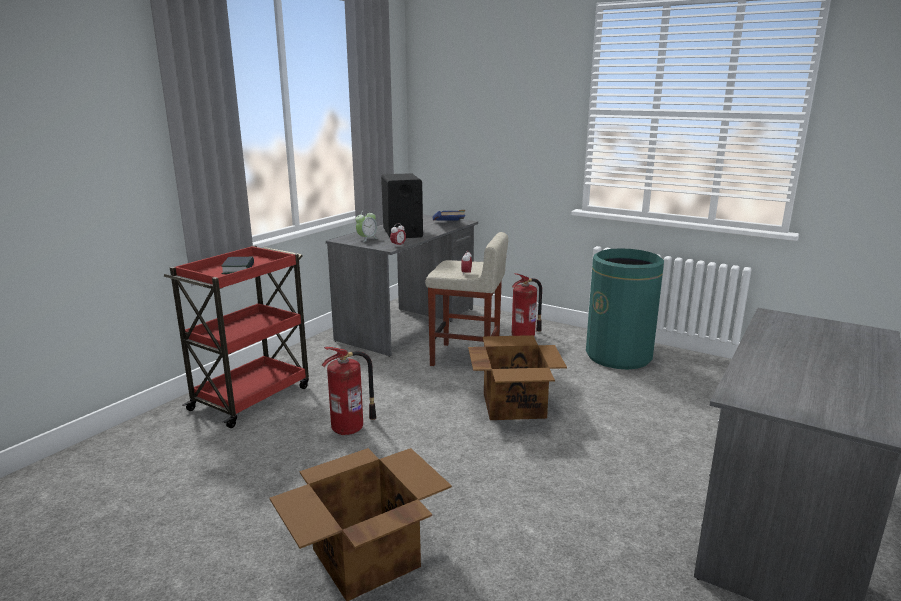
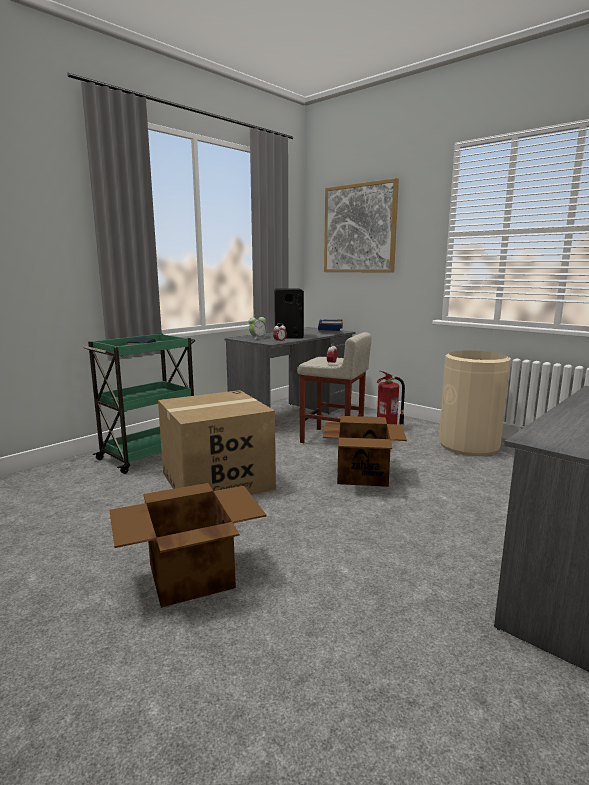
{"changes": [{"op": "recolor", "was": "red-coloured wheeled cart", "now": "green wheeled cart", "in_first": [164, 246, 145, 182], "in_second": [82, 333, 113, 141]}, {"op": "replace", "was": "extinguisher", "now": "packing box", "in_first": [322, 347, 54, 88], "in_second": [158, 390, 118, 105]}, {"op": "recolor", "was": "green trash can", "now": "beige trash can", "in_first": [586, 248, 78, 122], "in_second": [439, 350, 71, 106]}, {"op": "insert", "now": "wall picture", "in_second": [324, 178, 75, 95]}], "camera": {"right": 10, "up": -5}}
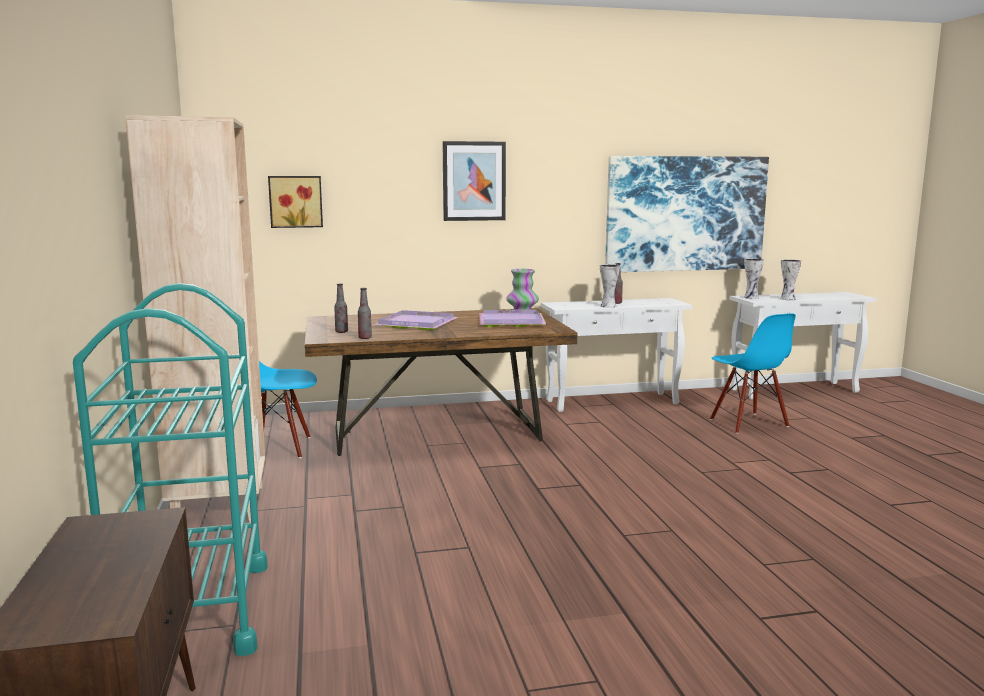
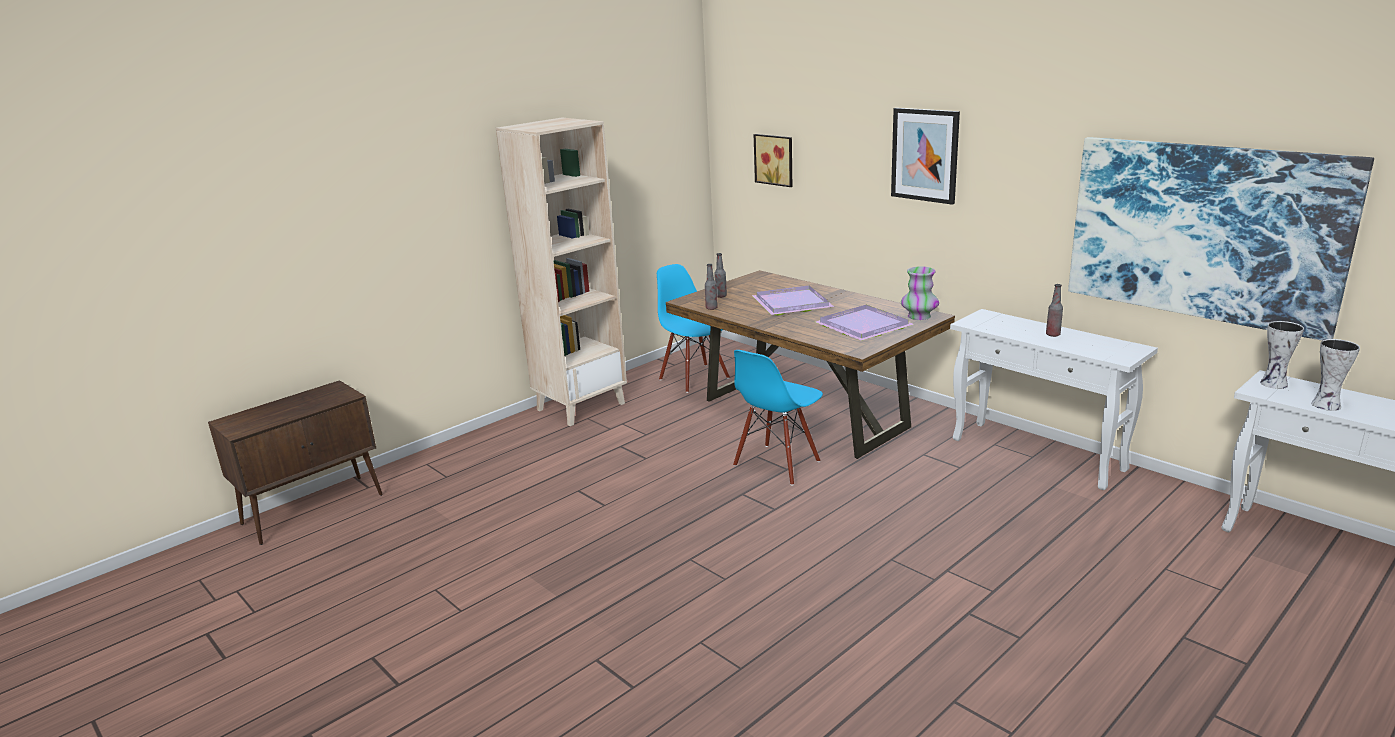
{"changes": [{"op": "delete", "was": "turquoise-coloured wheeled cart", "in_first": [73, 283, 195, 373]}, {"op": "delete", "was": "flower vase", "in_first": [600, 264, 20, 44]}, {"op": "move", "was": "bluish chair", "in_first": [710, 313, 86, 121], "in_second": [733, 350, 90, 136]}], "camera": {"right": 60, "up": 10}}
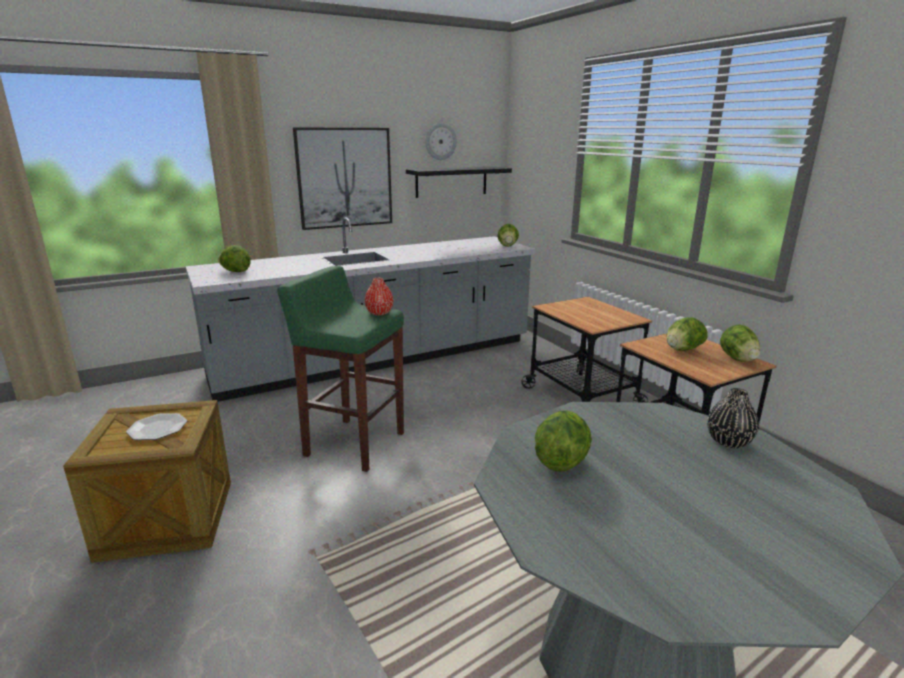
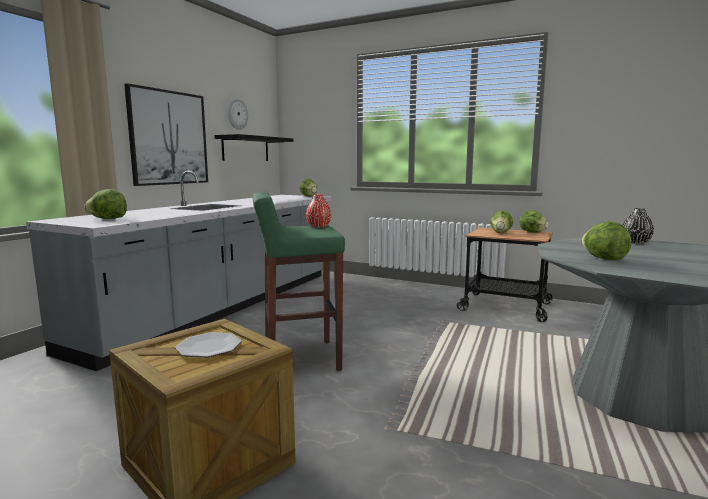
{"changes": [{"op": "delete", "was": "wheeled cart", "in_first": [522, 297, 130, 106]}], "camera": {"right": -35, "up": -10}}
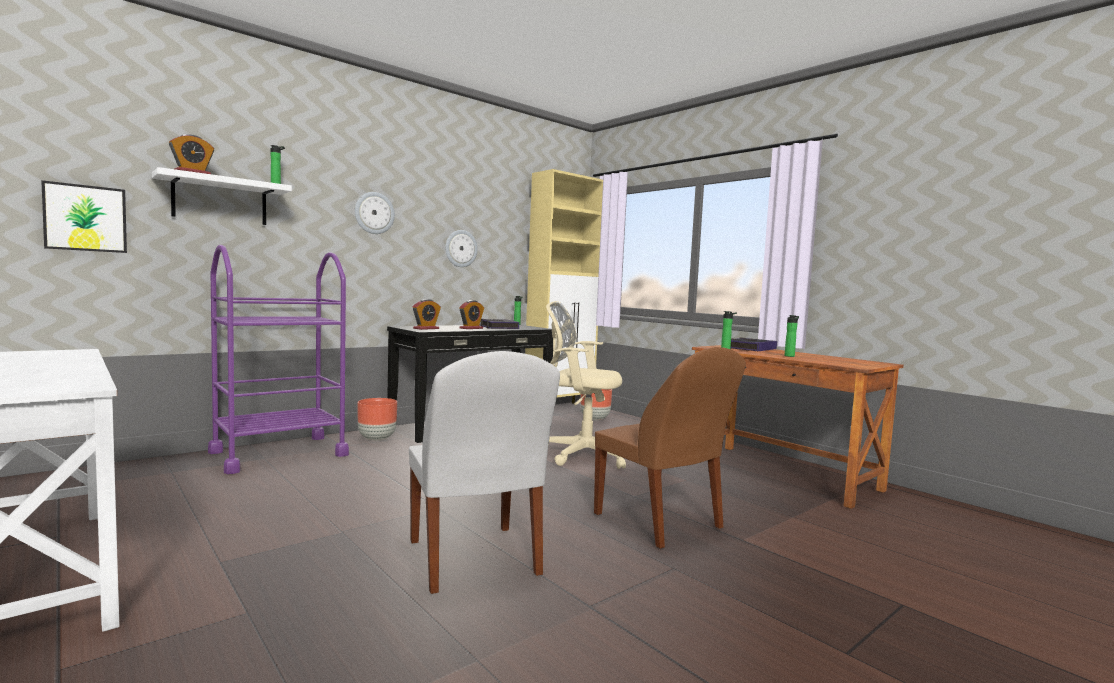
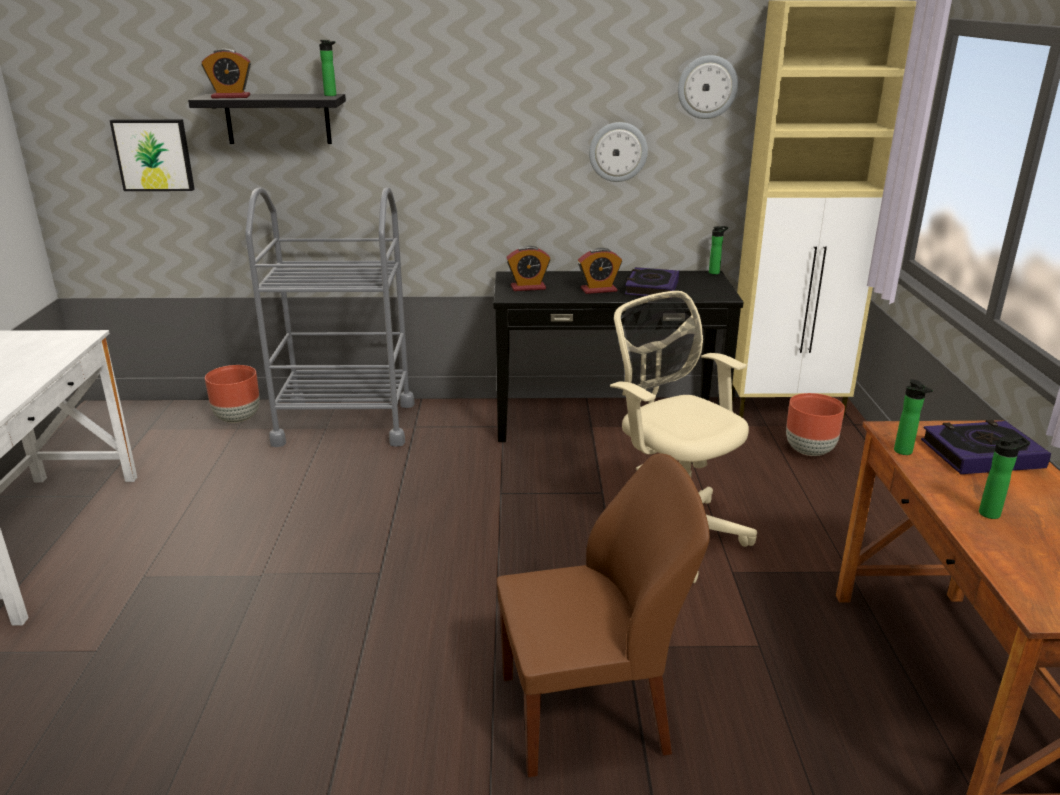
{"changes": [{"op": "recolor", "was": "whitish wall shelf", "now": "blackish wall shelf", "in_first": [152, 167, 140, 58], "in_second": [188, 94, 158, 50]}, {"op": "recolor", "was": "purple wheeled cart", "now": "greyish wheeled cart", "in_first": [208, 245, 141, 229], "in_second": [245, 187, 170, 260]}, {"op": "move", "was": "clock on the wall", "in_first": [355, 192, 40, 42], "in_second": [678, 55, 60, 64]}, {"op": "move", "was": "brown flower pot", "in_first": [358, 398, 39, 43], "in_second": [205, 365, 55, 58]}, {"op": "delete", "was": "whitish chair", "in_first": [409, 351, 151, 243]}, {"op": "rotate", "was": "brown chair", "in_first": [594, 347, 152, 202], "in_second": [497, 453, 213, 324], "clockwise": -105}], "camera": {"right": 40, "up": 20}}
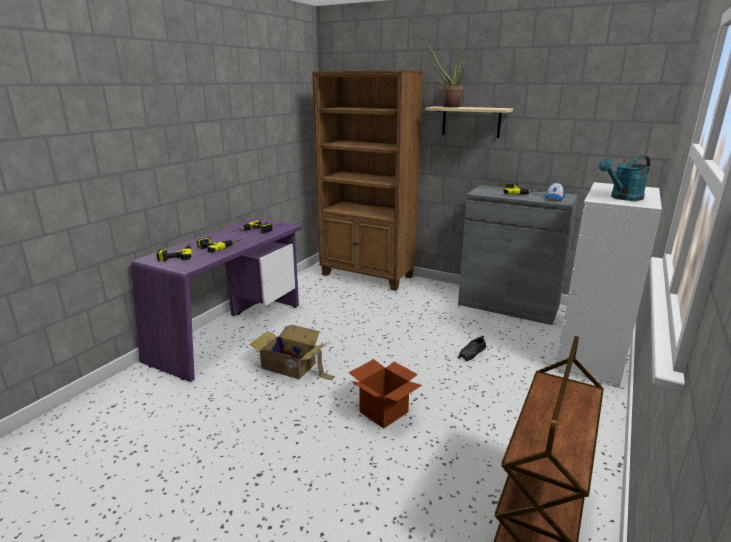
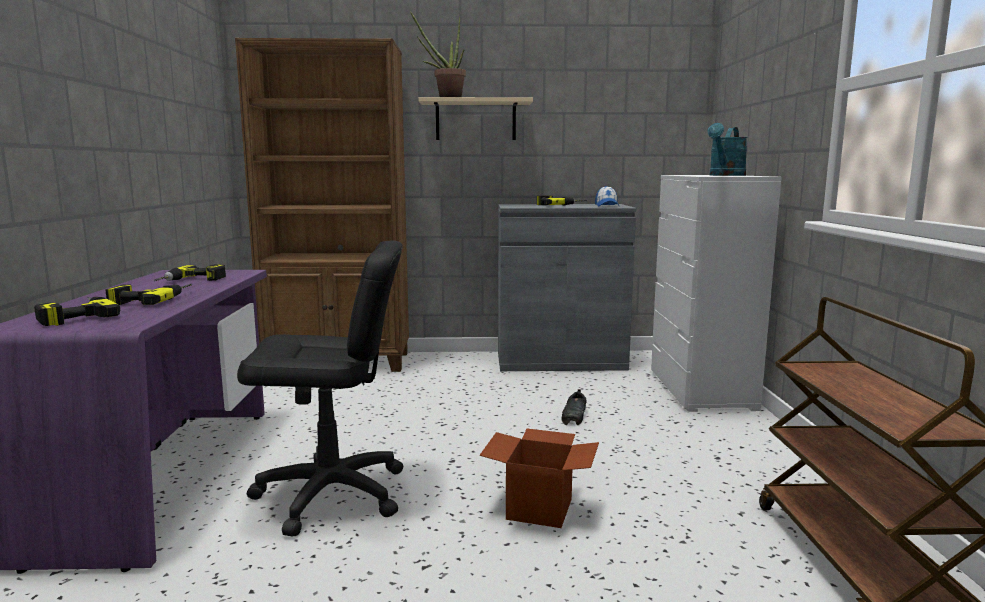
{"changes": [{"op": "replace", "was": "packing box", "now": "blackish office chair", "in_first": [249, 325, 86, 56], "in_second": [237, 240, 166, 297]}], "camera": {"right": -30, "up": -10}}
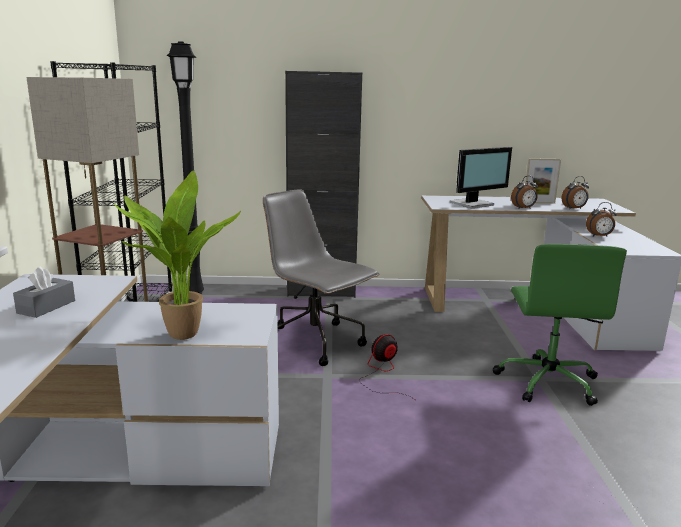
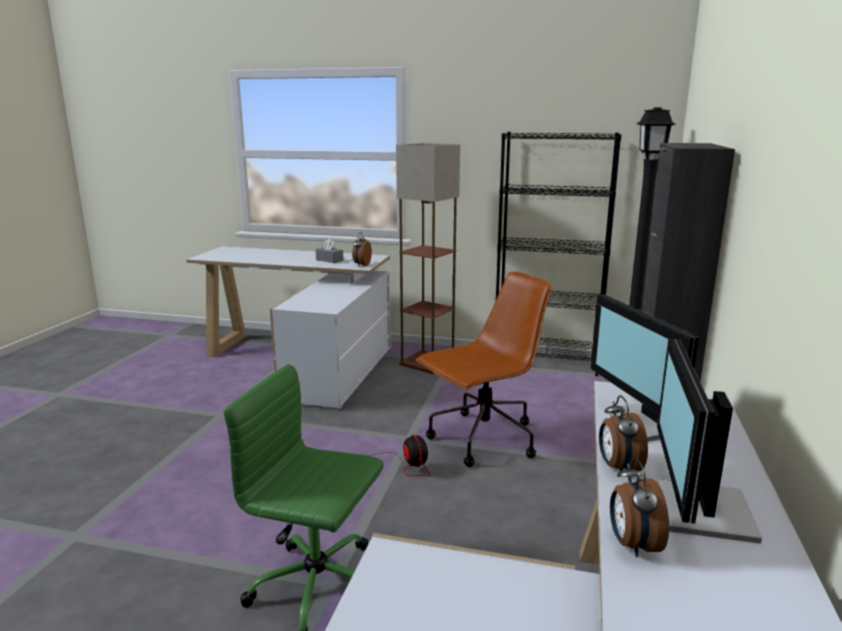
{"changes": [{"op": "delete", "was": "houseplant", "in_first": [114, 171, 127, 169]}, {"op": "recolor", "was": "greyish office chair", "now": "brown office chair", "in_first": [263, 190, 116, 176], "in_second": [416, 271, 135, 196]}, {"op": "replace", "was": "photo frame", "now": "computer display", "in_first": [526, 158, 35, 46], "in_second": [657, 338, 105, 206]}, {"op": "move", "was": "table clock", "in_first": [586, 202, 31, 34], "in_second": [352, 232, 20, 35]}], "camera": {"right": 105, "up": 0}}
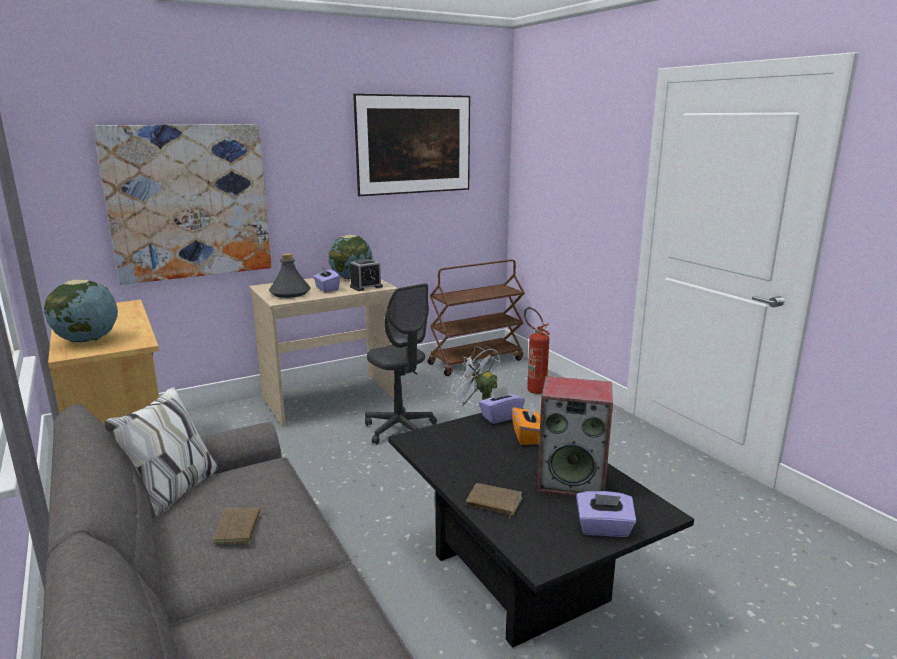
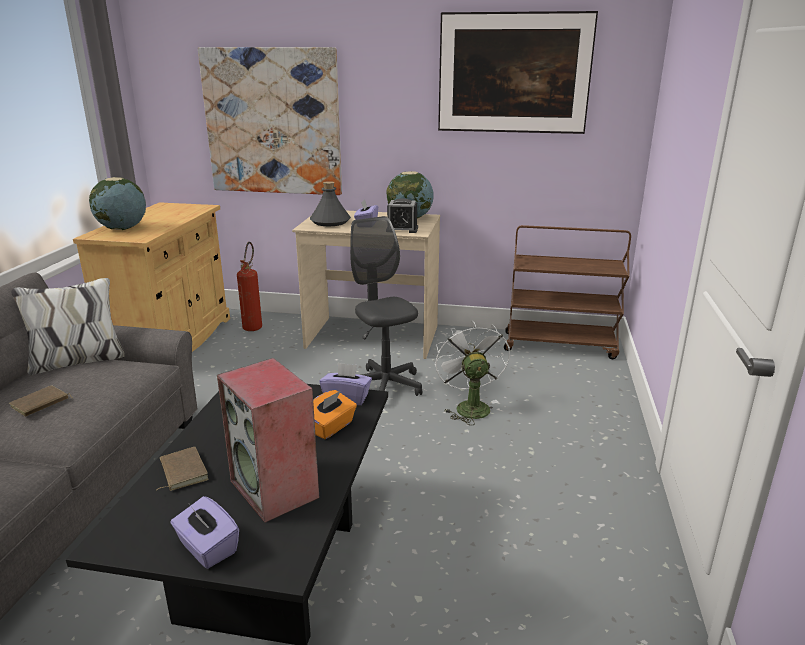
{"changes": [{"op": "rotate", "was": "greyish office chair", "in_first": [365, 283, 72, 161], "in_second": [350, 216, 72, 180], "clockwise": 150}, {"op": "move", "was": "extinguisher", "in_first": [524, 307, 26, 87], "in_second": [237, 242, 25, 89]}], "camera": {"right": 40, "up": 5}}
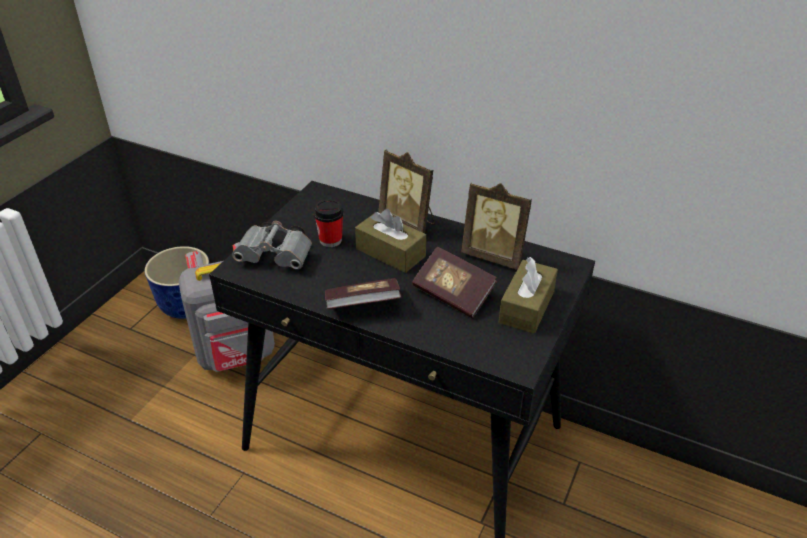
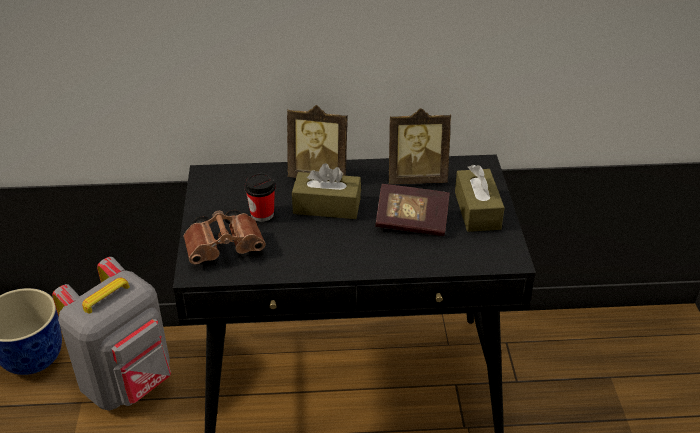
{"changes": [{"op": "recolor", "was": "greyish field glasses", "now": "brown field glasses", "in_first": [232, 221, 80, 48], "in_second": [184, 210, 82, 54]}, {"op": "delete", "was": "book", "in_first": [325, 278, 77, 31]}], "camera": {"right": -30, "up": 0}}
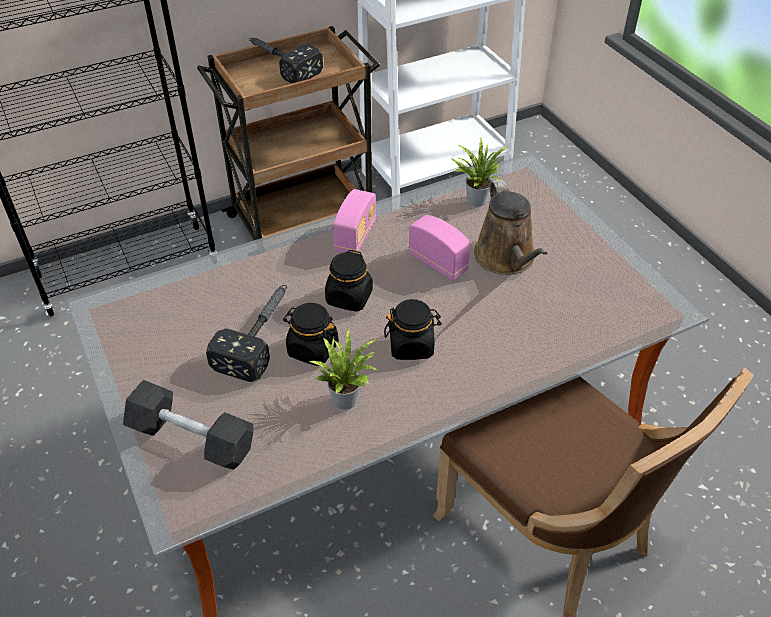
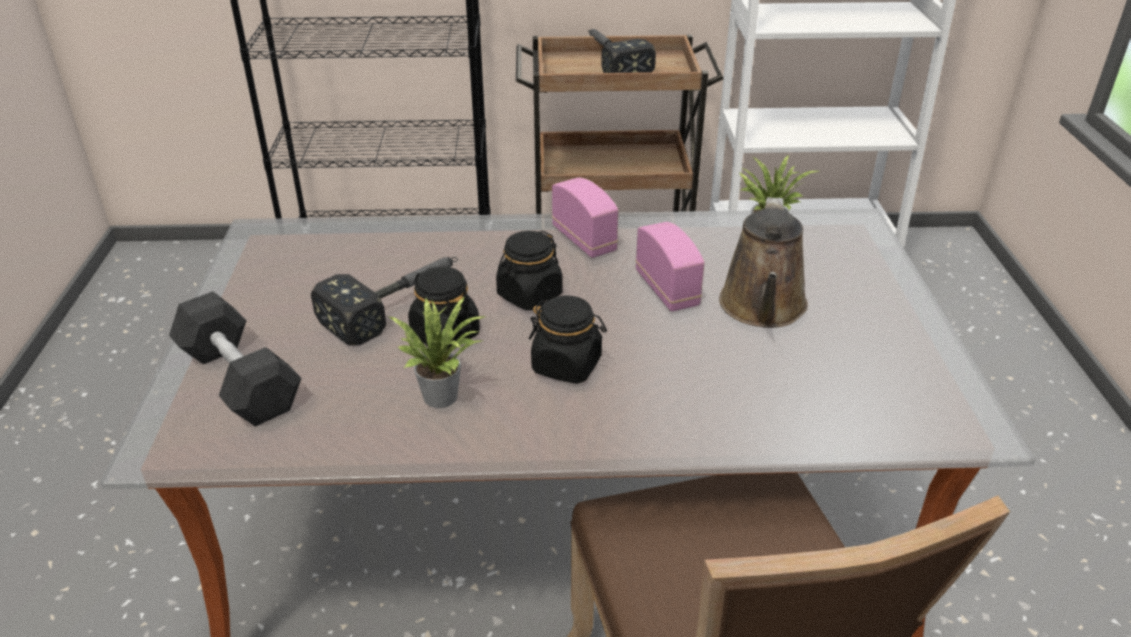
{"changes": [{"op": "rotate", "was": "radio receiver", "in_first": [333, 189, 43, 64], "in_second": [552, 178, 66, 80], "clockwise": -75}], "camera": {"right": 25, "up": -10}}
